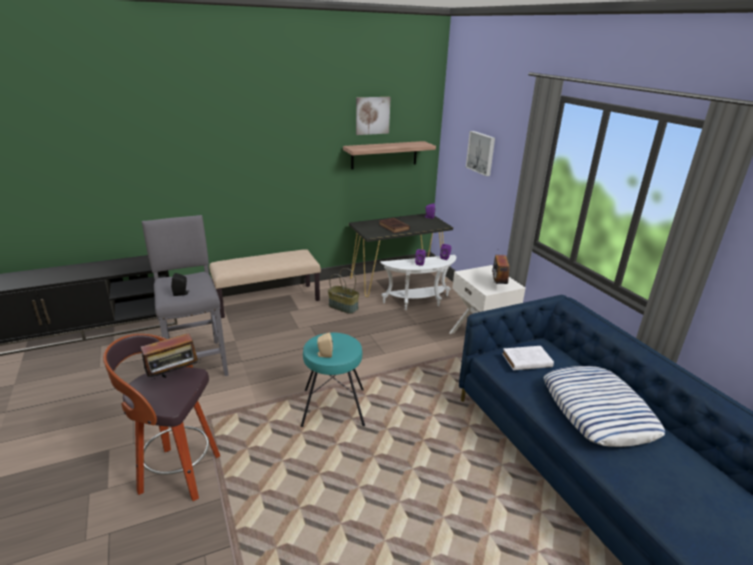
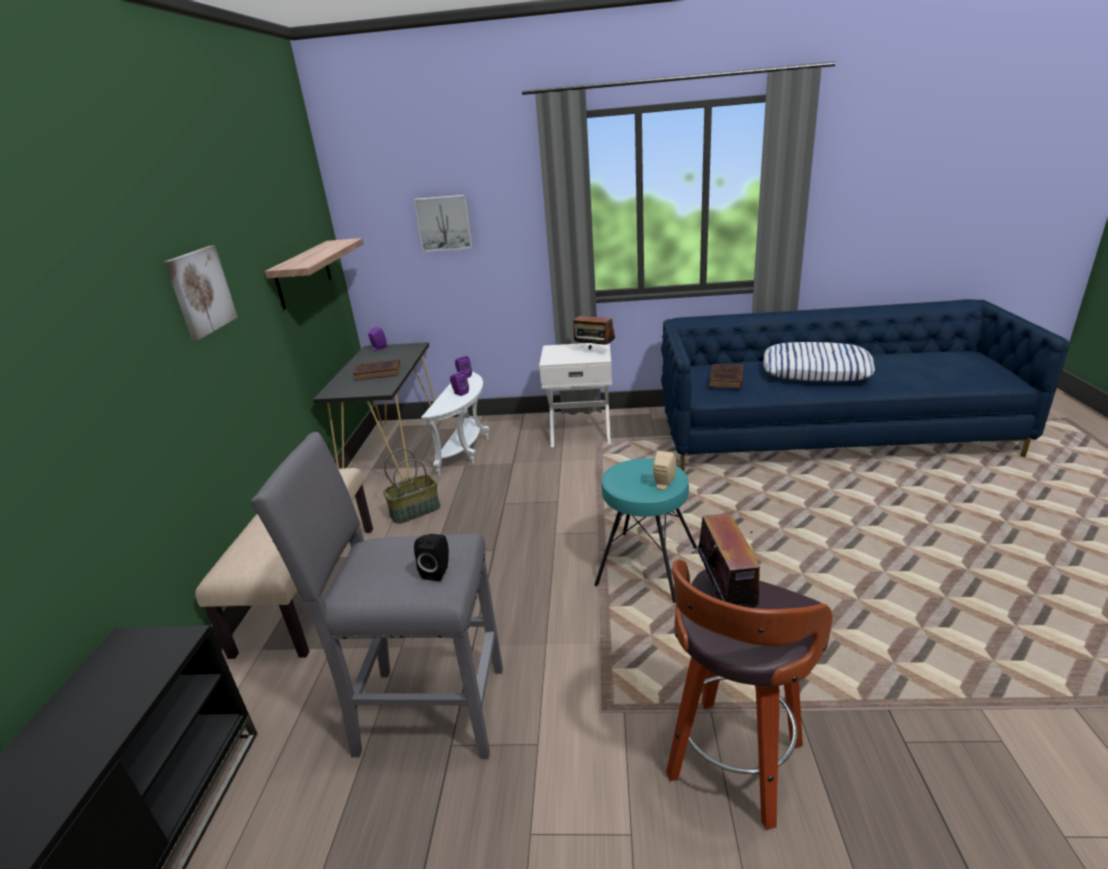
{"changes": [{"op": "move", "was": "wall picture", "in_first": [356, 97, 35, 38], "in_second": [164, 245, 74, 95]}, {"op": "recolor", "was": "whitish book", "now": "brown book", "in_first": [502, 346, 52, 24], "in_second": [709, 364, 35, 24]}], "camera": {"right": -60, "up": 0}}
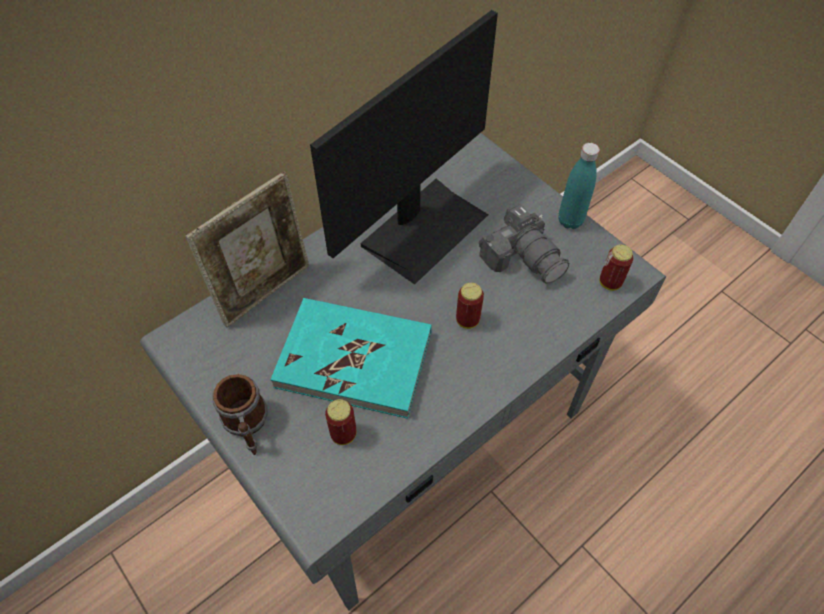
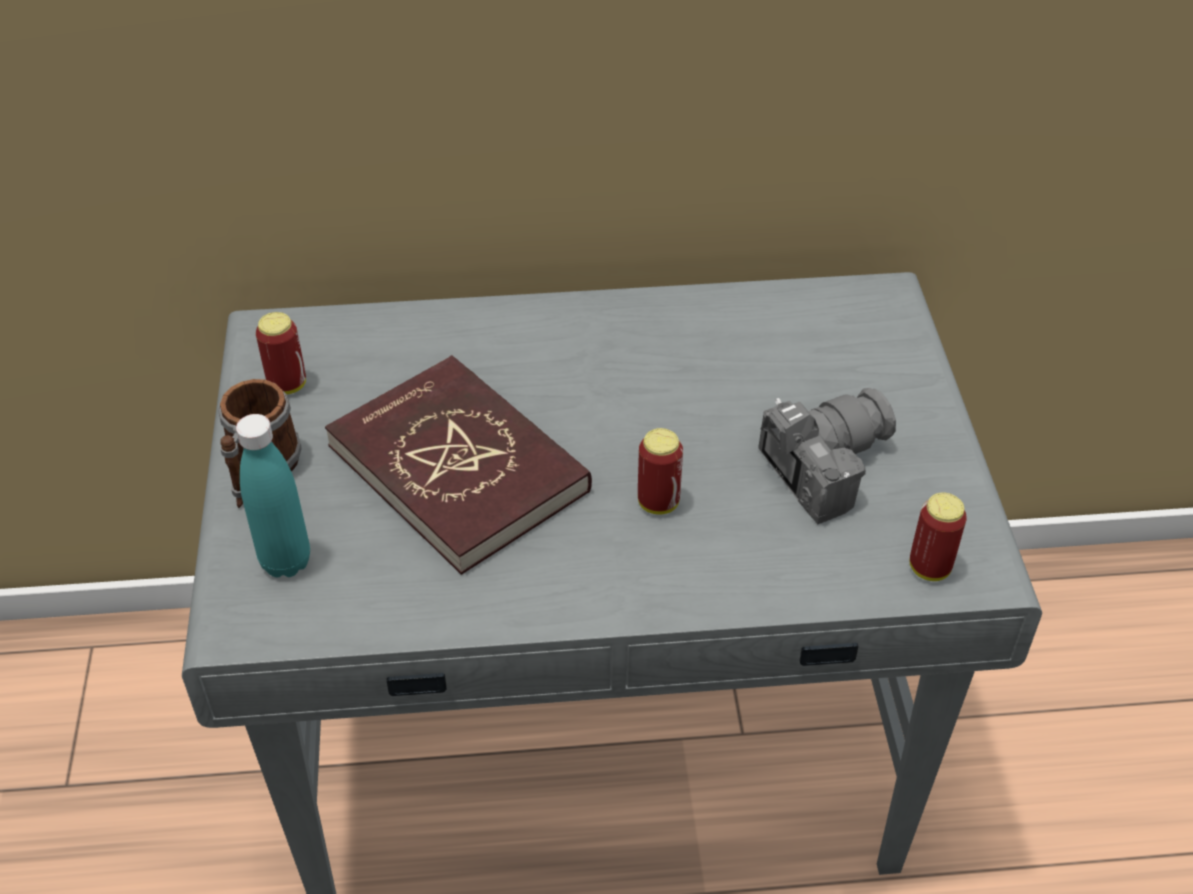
{"changes": [{"op": "delete", "was": "photo frame", "in_first": [185, 171, 124, 157]}, {"op": "recolor", "was": "turquoise-coloured book", "now": "red-coloured book", "in_first": [270, 298, 162, 121], "in_second": [325, 355, 267, 220]}, {"op": "delete", "was": "computer display", "in_first": [310, 10, 188, 275]}, {"op": "move", "was": "metal can", "in_first": [325, 399, 32, 46], "in_second": [256, 312, 50, 82]}, {"op": "rotate", "was": "still camera", "in_first": [479, 203, 90, 81], "in_second": [758, 388, 138, 136], "clockwise": -120}, {"op": "move", "was": "turquoise-coloured drink bottle", "in_first": [558, 143, 42, 86], "in_second": [236, 414, 74, 163]}], "camera": {"right": 35, "up": -10}}
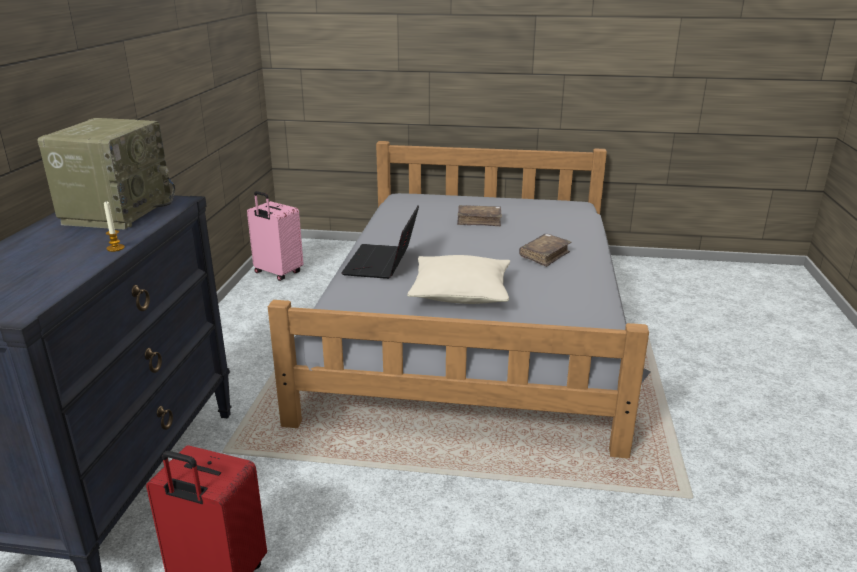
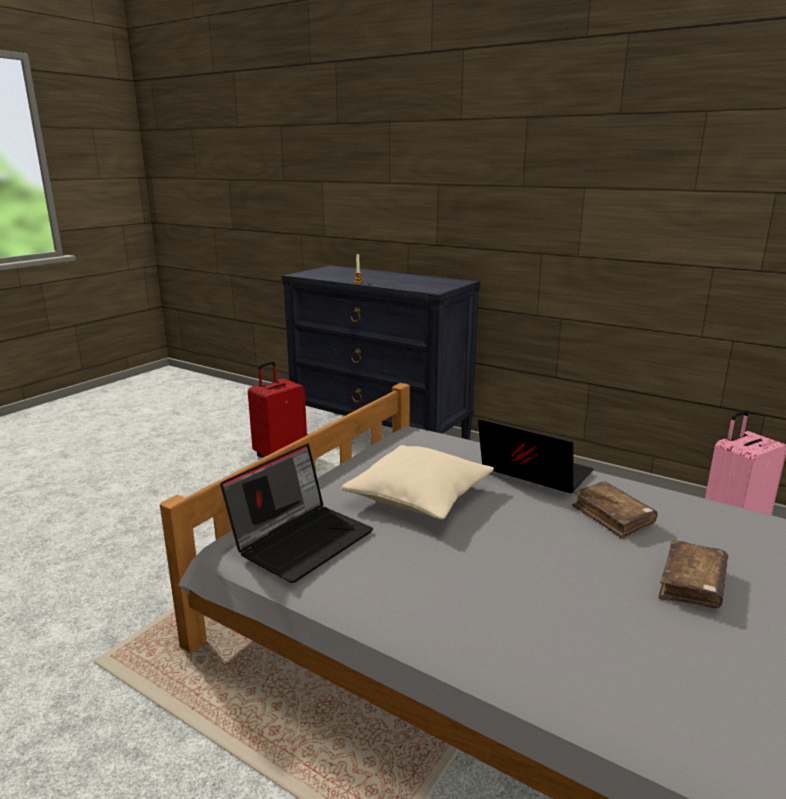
{"changes": [{"op": "delete", "was": "radio receiver", "in_first": [37, 118, 138, 112]}, {"op": "move", "was": "brown book", "in_first": [519, 234, 52, 33], "in_second": [572, 481, 85, 58]}, {"op": "insert", "now": "laptop", "in_second": [220, 443, 153, 140]}], "camera": {"right": 115, "up": -5}}
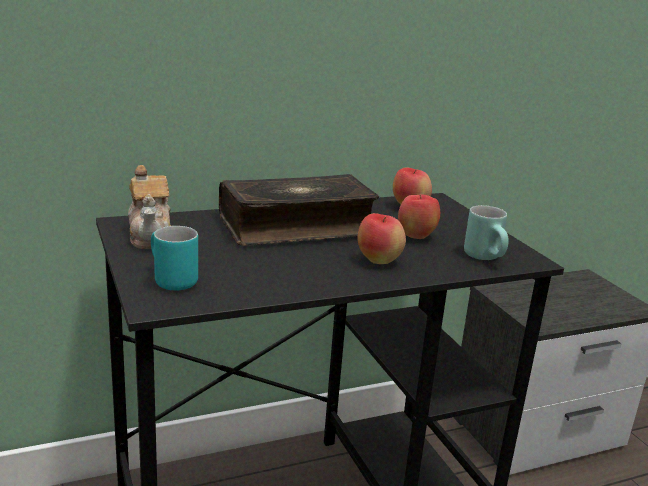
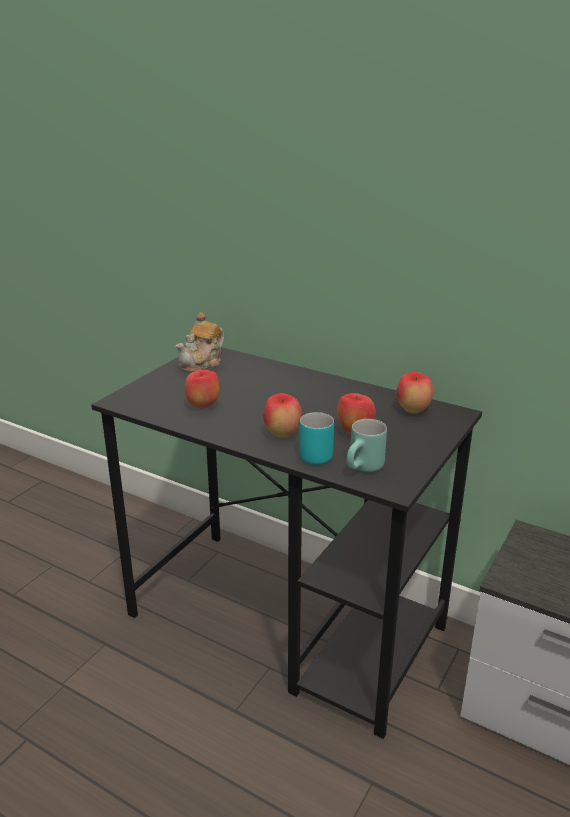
{"changes": [{"op": "move", "was": "turquoise-coloured tea mug", "in_first": [151, 226, 47, 64], "in_second": [299, 412, 35, 53]}, {"op": "delete", "was": "book", "in_first": [219, 174, 160, 72]}, {"op": "insert", "now": "whole apple", "in_second": [185, 369, 35, 39]}], "camera": {"right": 55, "up": 5}}
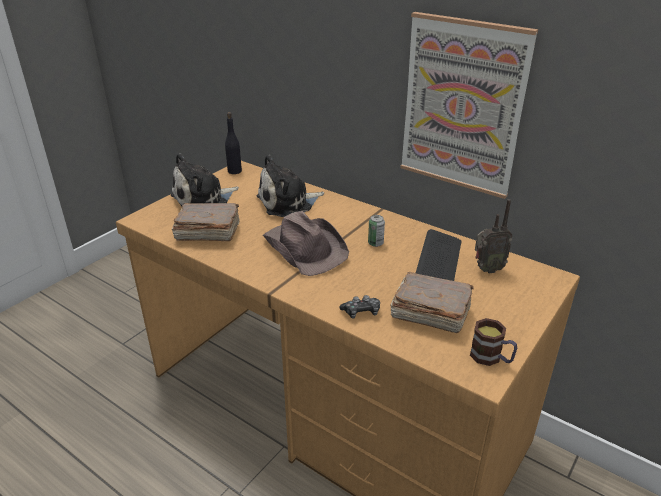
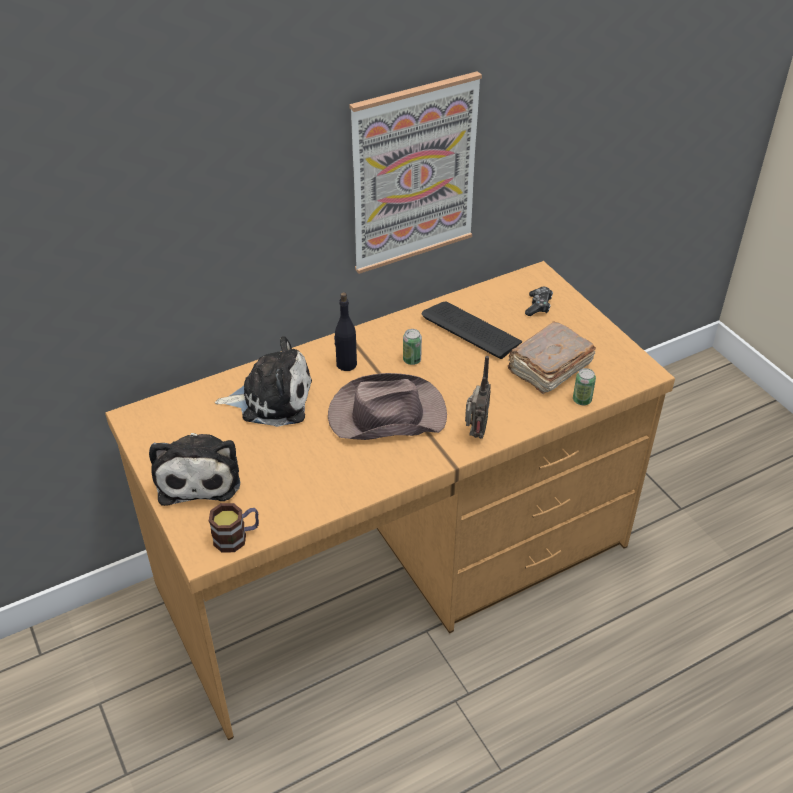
{"changes": [{"op": "delete", "was": "brown book", "in_first": [172, 203, 68, 38]}, {"op": "move", "was": "blackish drink bottle", "in_first": [225, 112, 17, 62], "in_second": [334, 292, 23, 79]}, {"op": "rotate", "was": "plush toy", "in_first": [257, 155, 67, 62], "in_second": [215, 336, 97, 91], "clockwise": -90}, {"op": "move", "was": "joypad", "in_first": [339, 295, 41, 23], "in_second": [525, 287, 28, 29]}, {"op": "move", "was": "tea mug", "in_first": [470, 318, 48, 48], "in_second": [209, 503, 50, 49]}, {"op": "move", "was": "radio receiver", "in_first": [475, 199, 38, 74], "in_second": [465, 356, 26, 83]}, {"op": "insert", "now": "metal can", "in_second": [573, 368, 23, 37]}], "camera": {"right": -65, "up": 10}}
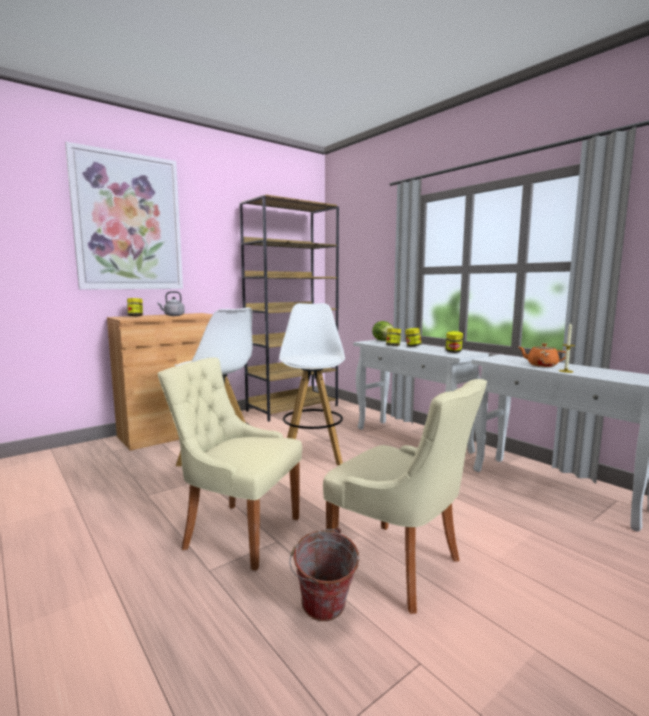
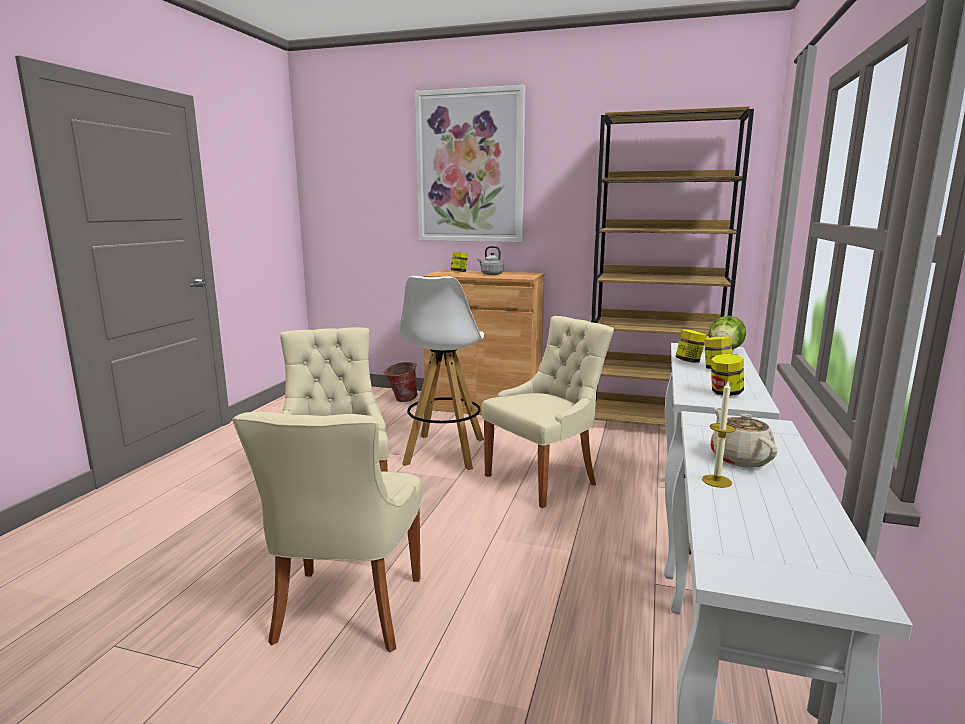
{"changes": [{"op": "replace", "was": "whitish sitting stool", "now": "beige chair", "in_first": [279, 303, 66, 162], "in_second": [482, 316, 132, 192]}, {"op": "move", "was": "bucket", "in_first": [289, 528, 70, 93], "in_second": [383, 362, 35, 40]}, {"op": "recolor", "was": "orange teapot", "now": "beige teapot", "in_first": [518, 343, 48, 24], "in_second": [711, 407, 67, 61]}], "camera": {"right": 55, "up": 5}}
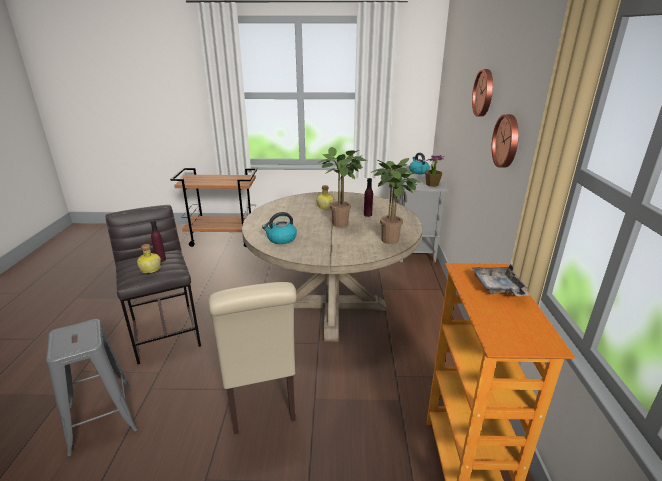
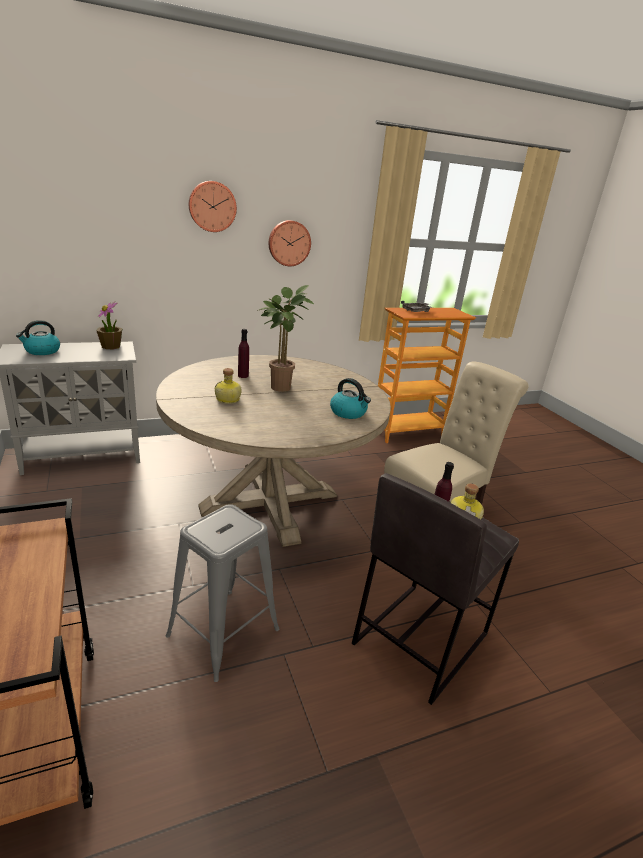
{"changes": [{"op": "move", "was": "greyish sitting stool", "in_first": [46, 319, 91, 137], "in_second": [166, 504, 113, 178]}, {"op": "delete", "was": "houseplant", "in_first": [371, 158, 50, 86]}], "camera": {"right": -115, "up": 0}}
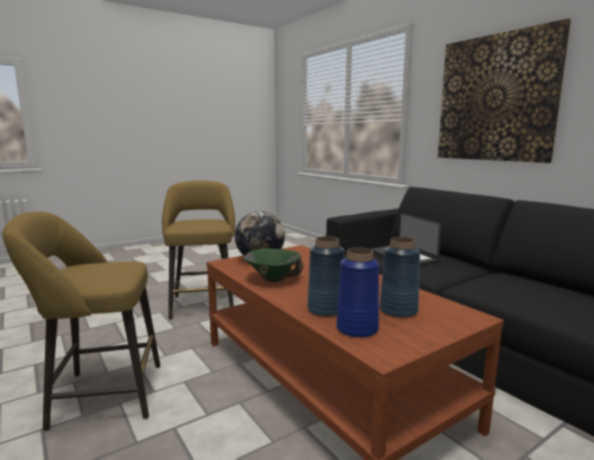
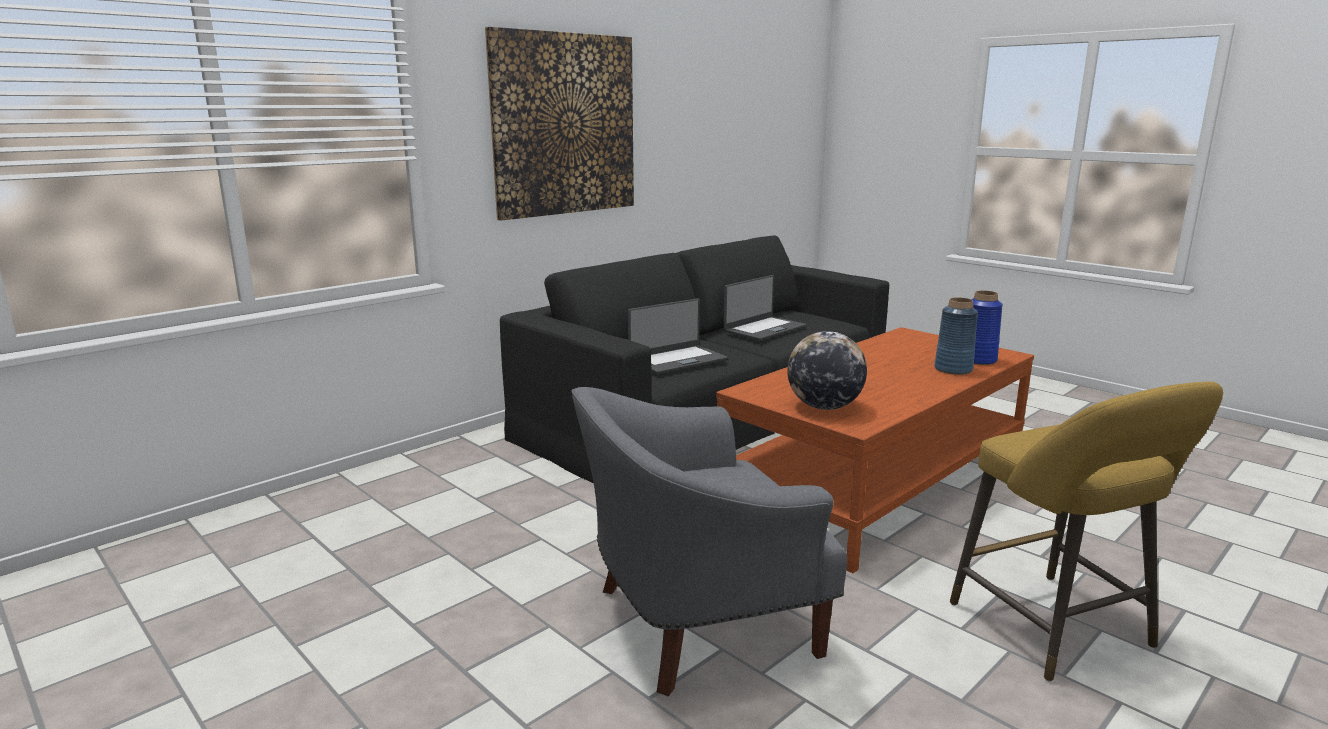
{"changes": [{"op": "replace", "was": "yellow sitting stool", "now": "greyish easy chair", "in_first": [162, 180, 73, 140], "in_second": [571, 387, 276, 310]}, {"op": "delete", "was": "green deep dish", "in_first": [243, 248, 60, 34]}, {"op": "delete", "was": "bluish flower vase", "in_first": [379, 237, 41, 81]}, {"op": "insert", "now": "laptop", "in_second": [723, 275, 83, 66]}], "camera": {"right": -100, "up": 5}}
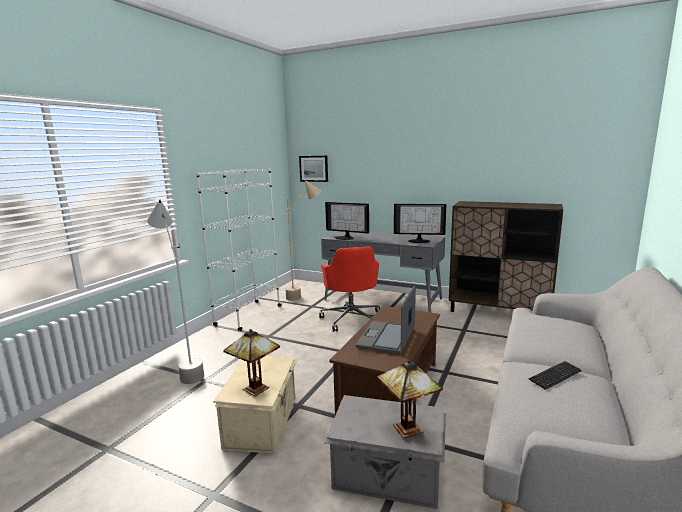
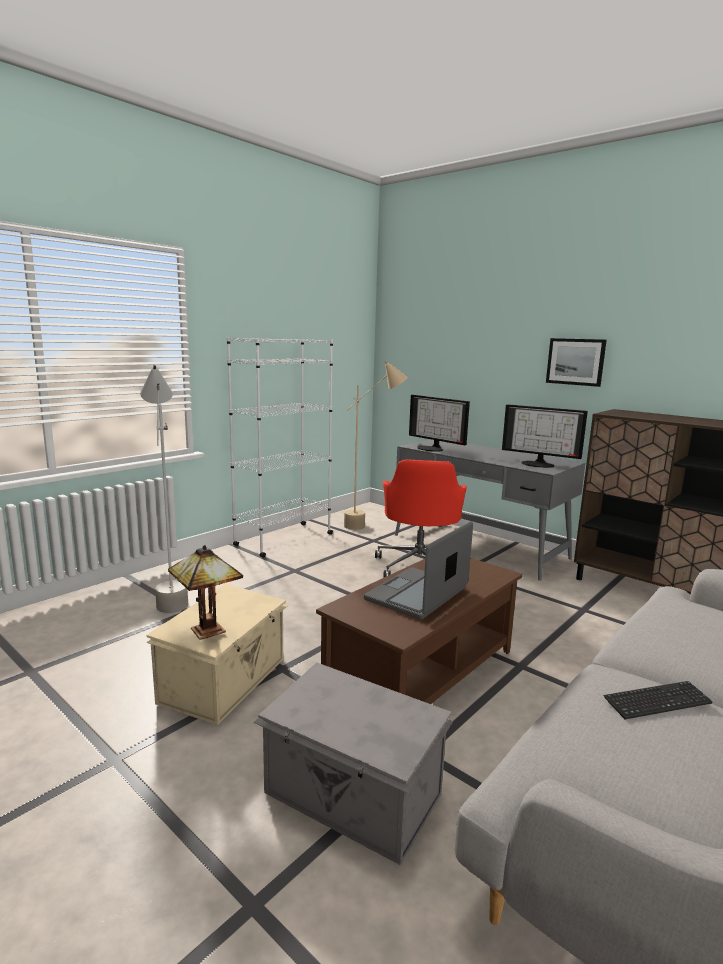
{"changes": [{"op": "move", "was": "wall picture", "in_first": [299, 156, 29, 26], "in_second": [546, 338, 61, 49]}, {"op": "delete", "was": "table lamp", "in_first": [377, 360, 66, 78]}], "camera": {"right": 15, "up": 0}}
